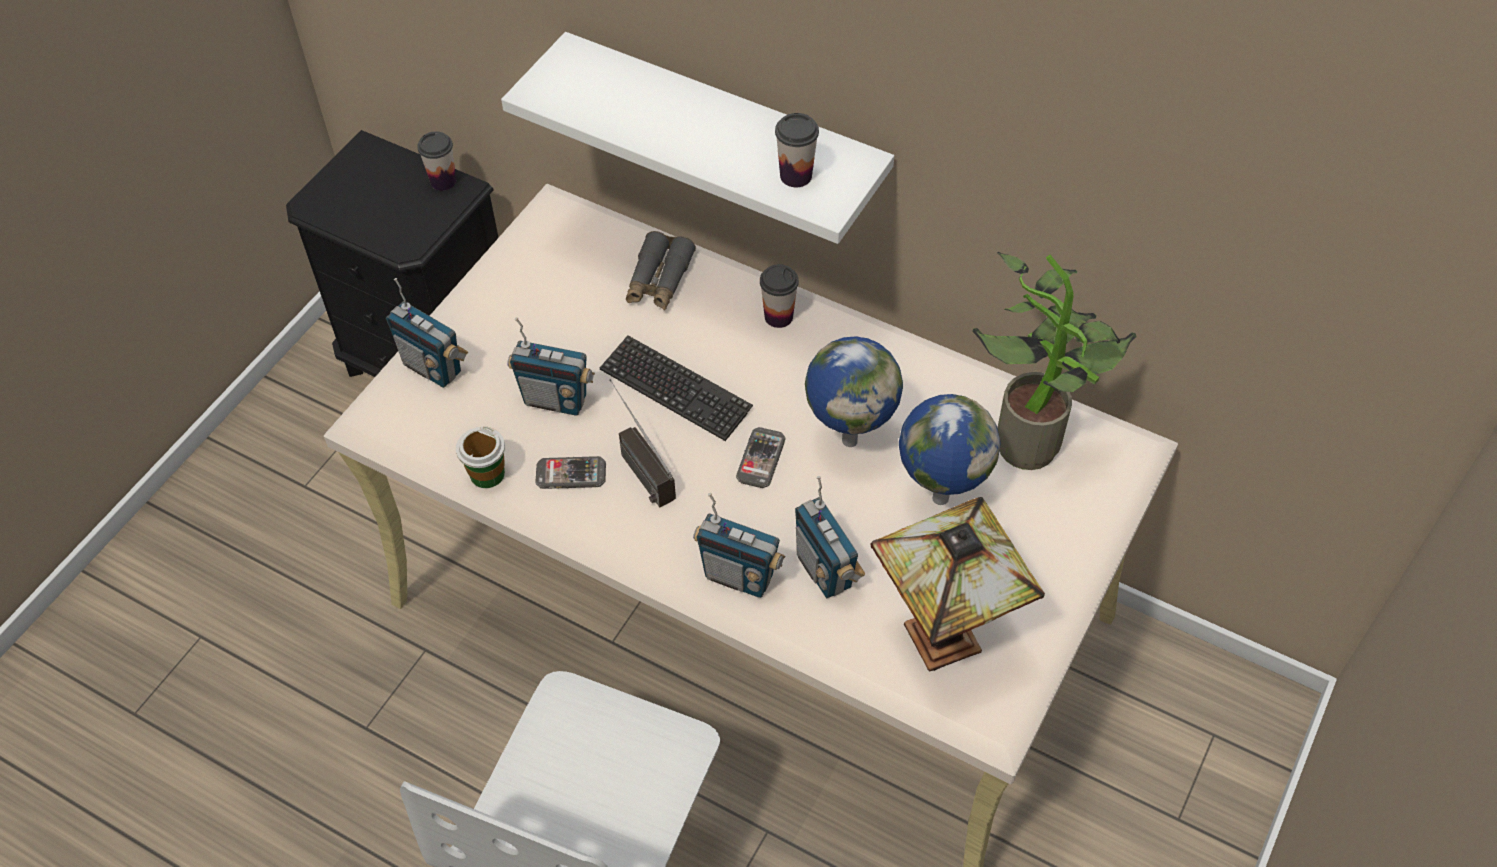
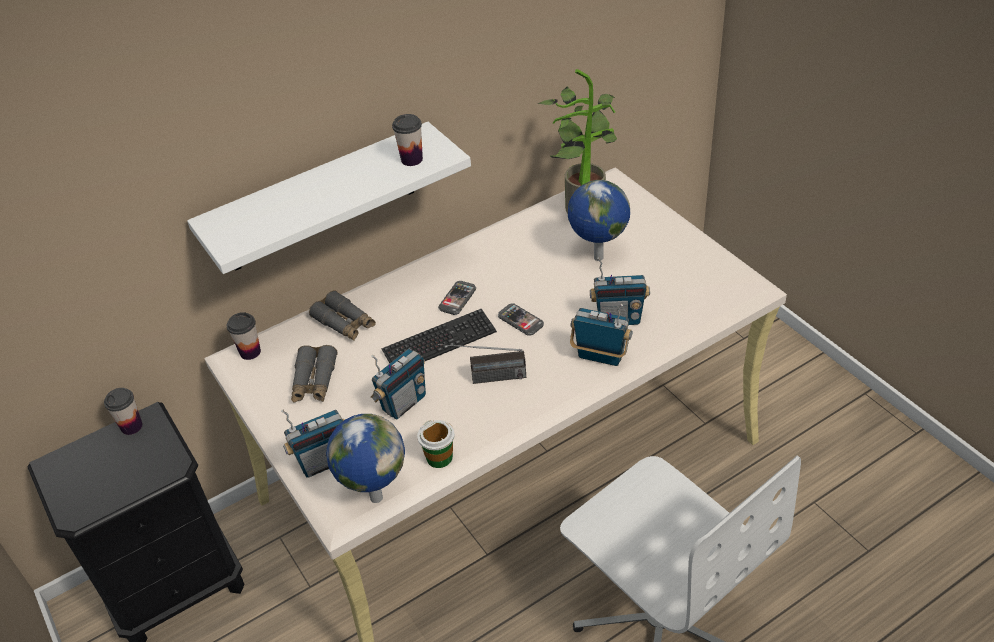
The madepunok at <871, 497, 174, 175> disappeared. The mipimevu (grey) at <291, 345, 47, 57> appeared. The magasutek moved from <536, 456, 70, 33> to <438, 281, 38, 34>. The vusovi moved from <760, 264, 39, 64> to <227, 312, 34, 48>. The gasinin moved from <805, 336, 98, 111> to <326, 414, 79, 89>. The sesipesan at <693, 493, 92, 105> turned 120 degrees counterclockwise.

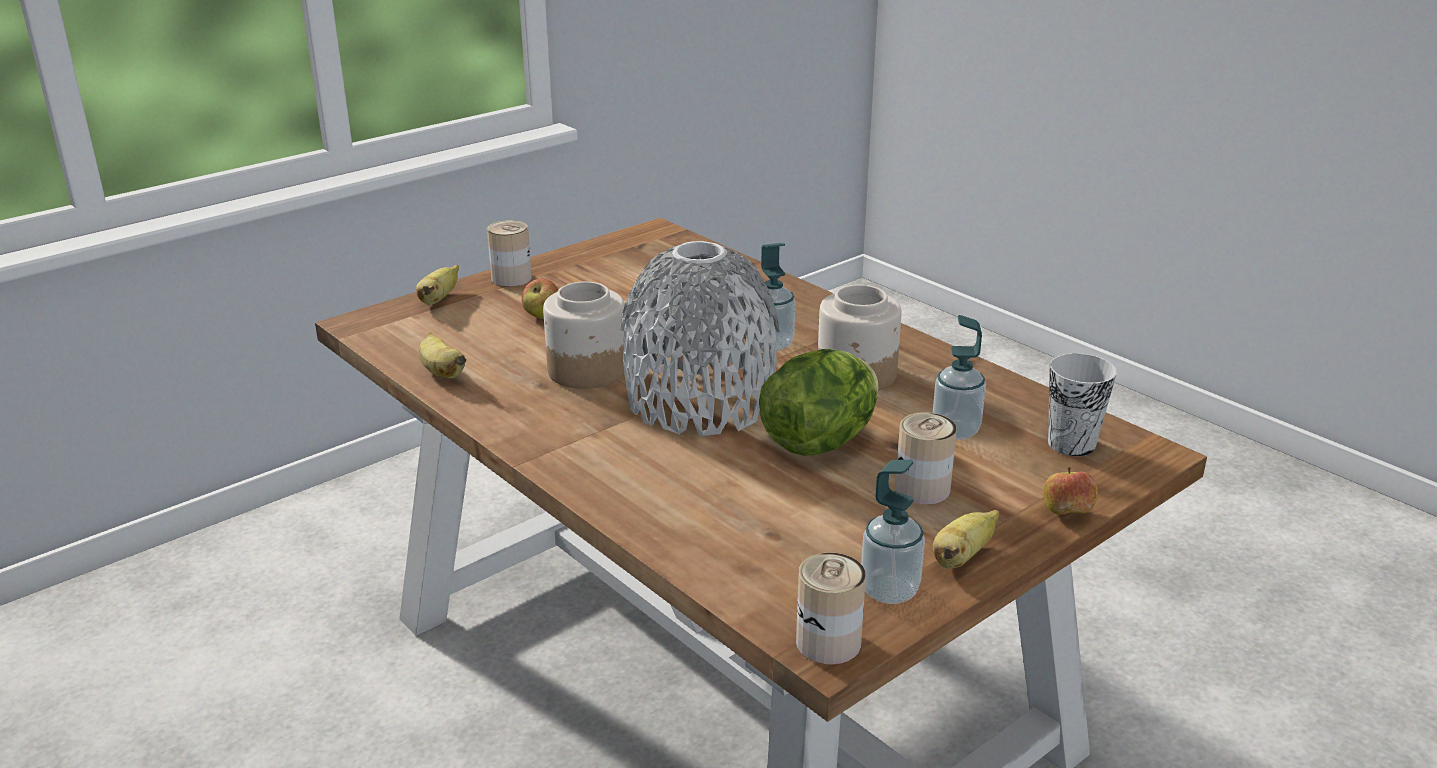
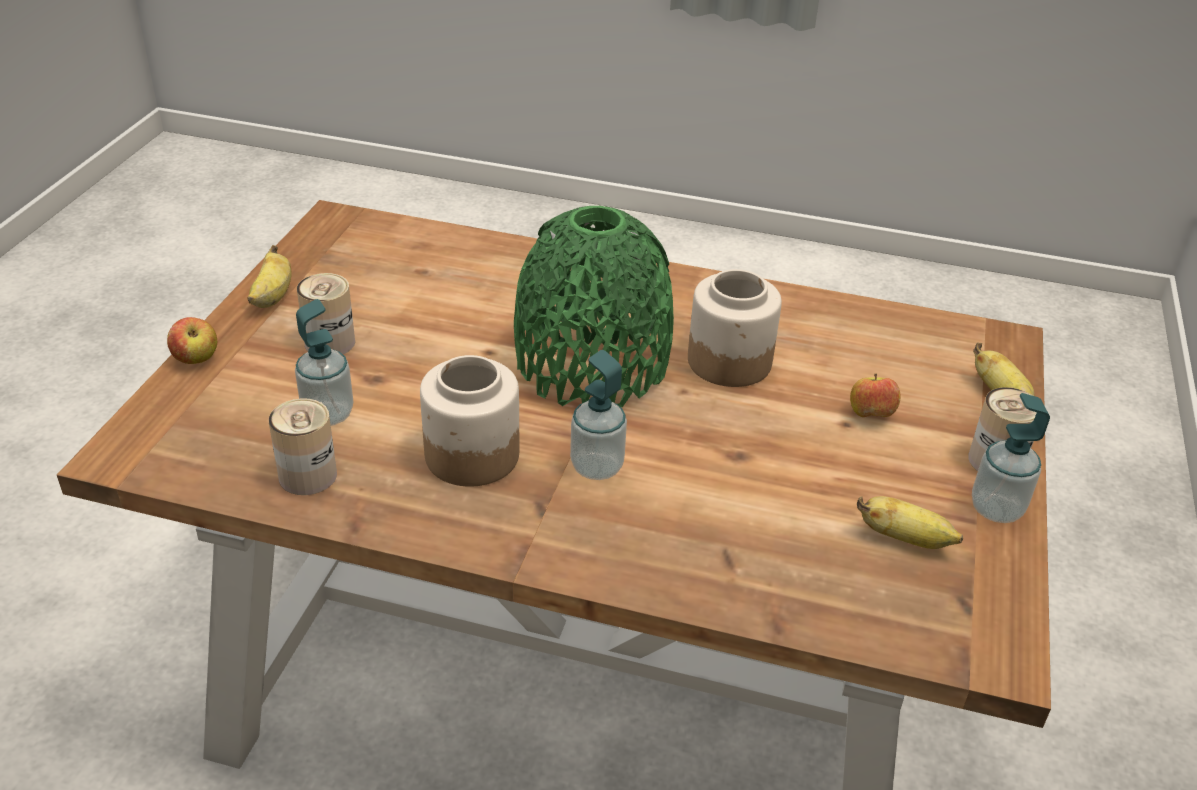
The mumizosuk at <759, 349, 120, 107> disappeared. The vusovi at <1048, 353, 69, 103> disappeared. The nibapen moved from <419, 333, 48, 46> to <857, 496, 106, 53>. The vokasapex moved from <796, 553, 70, 111> to <269, 398, 68, 97>. The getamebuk moved from <861, 460, 64, 144> to <972, 393, 78, 130>. The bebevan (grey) at <620, 241, 160, 195> became the bebevan (green) at <514, 206, 160, 201>.

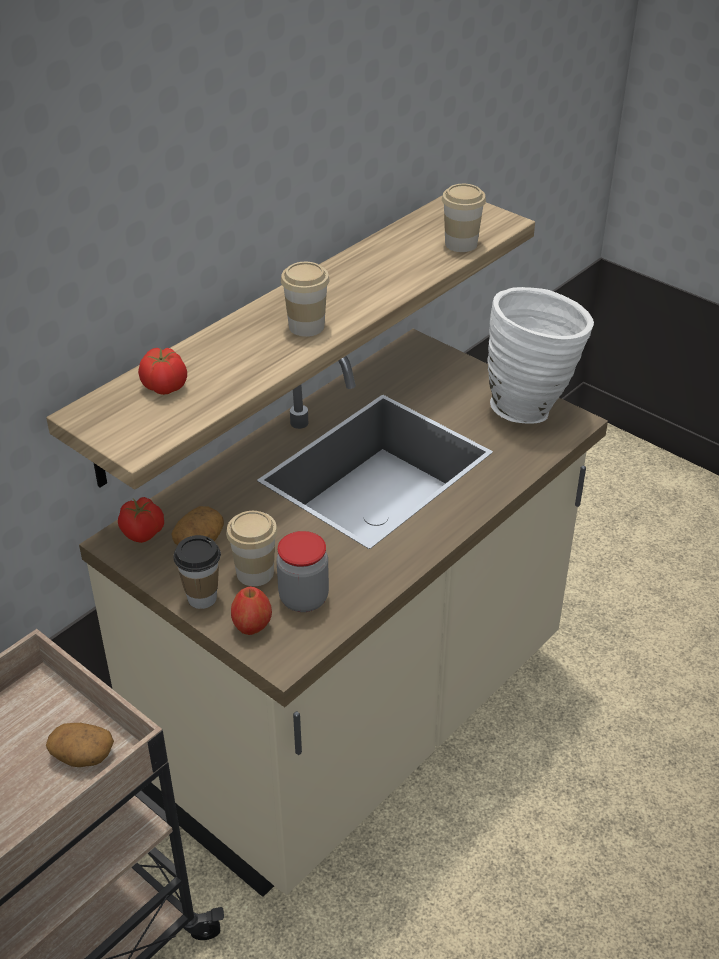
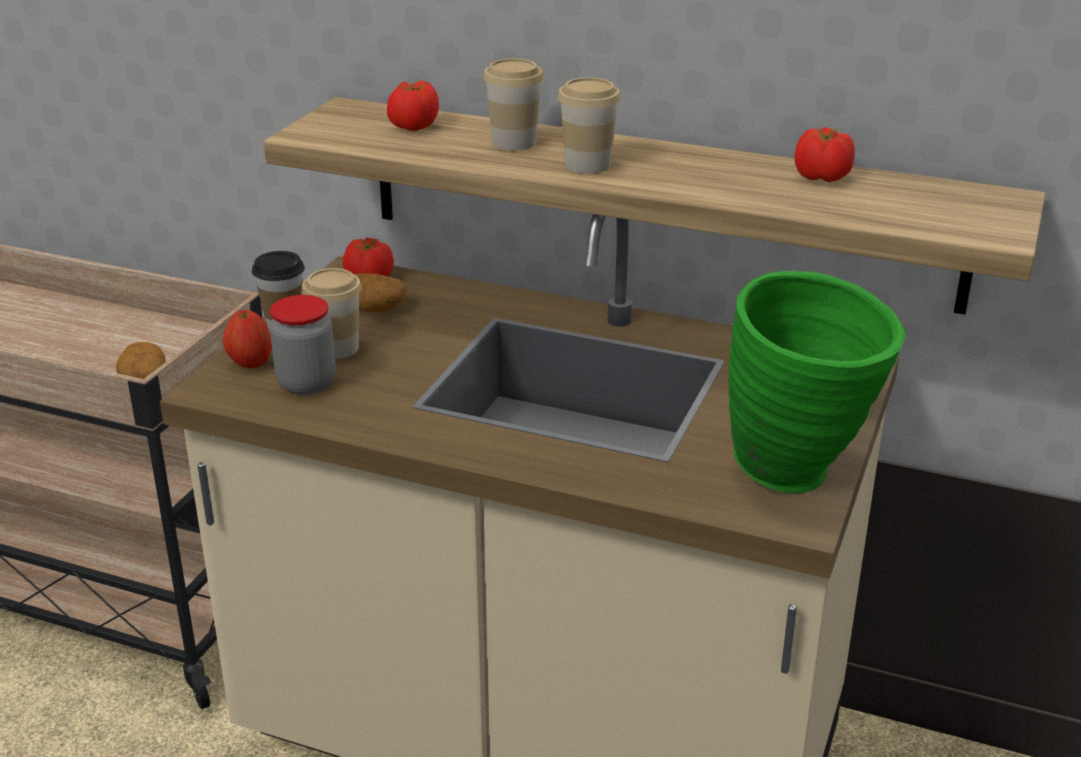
The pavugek at <795, 127, 60, 55> appeared. The vusovi moved from <442, 184, 44, 68> to <483, 58, 61, 93>. The bebevan (white) at <487, 287, 107, 137> became the bebevan (green) at <728, 271, 178, 222>.

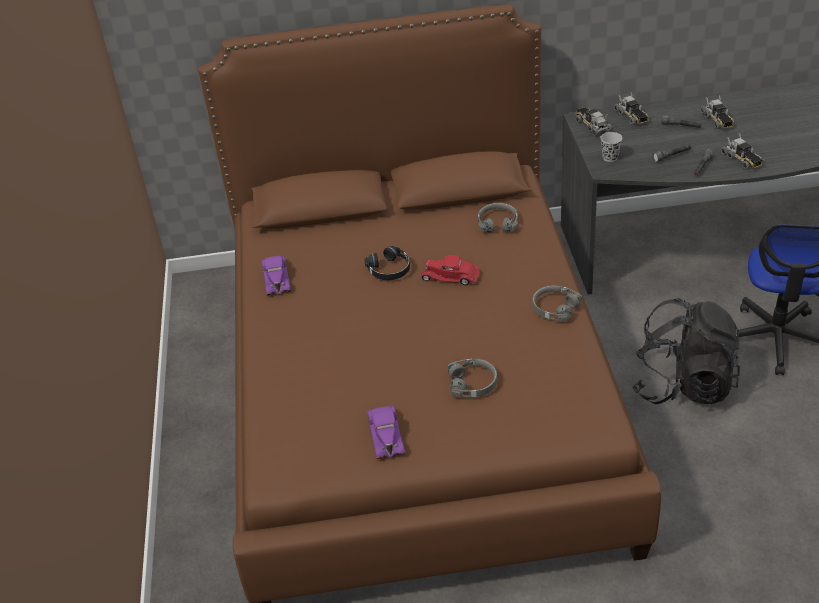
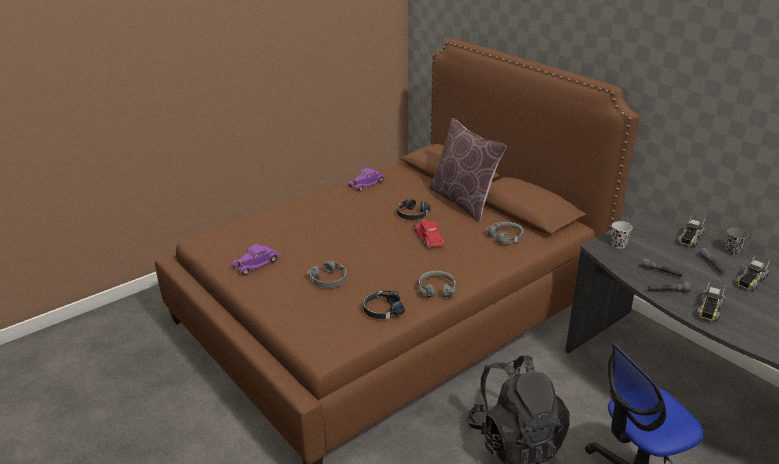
The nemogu at <575, 107, 37, 29> disappeared. The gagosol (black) at <363, 291, 42, 28> appeared. The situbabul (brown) at <429, 118, 78, 104> appeared. The vusovi (grey) at <725, 228, 24, 28> appeared.

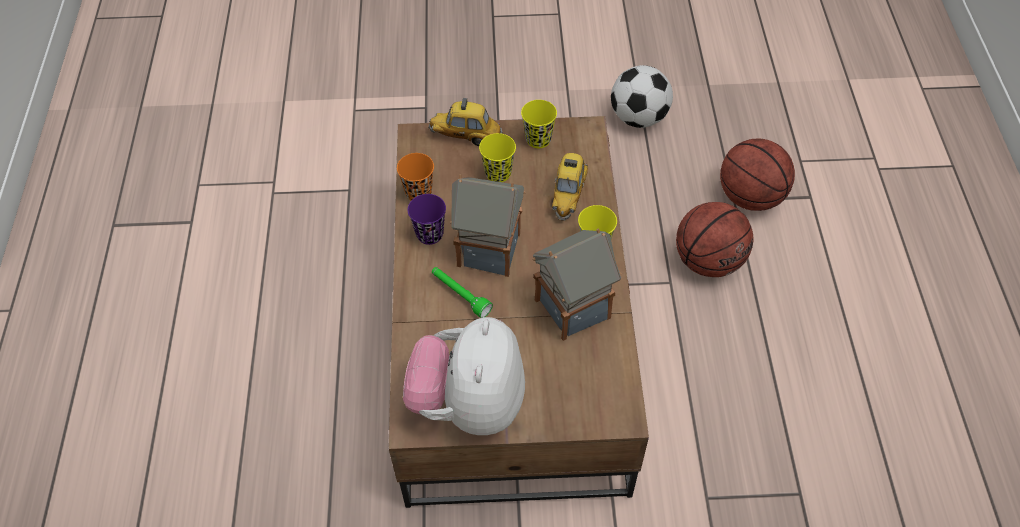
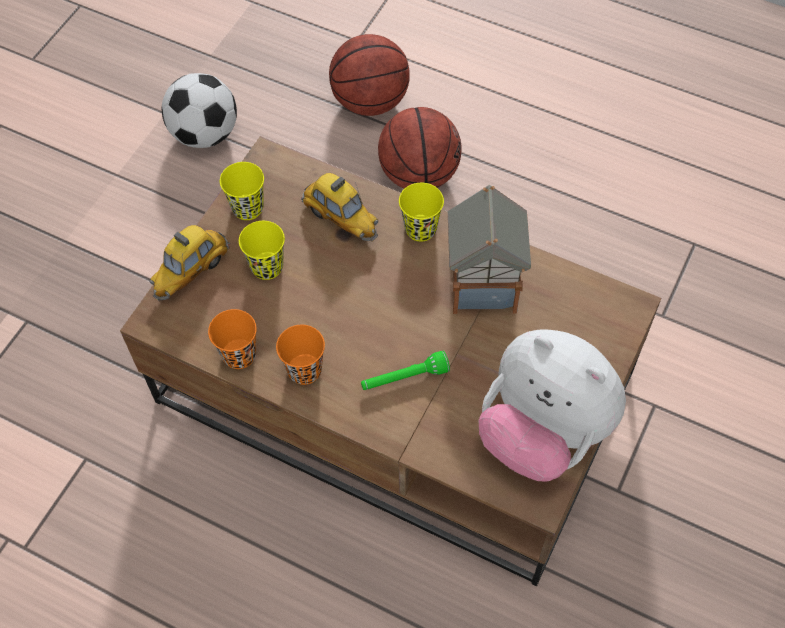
The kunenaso at <450, 174, 76, 103> disappeared. The vusovi (purple) at <407, 194, 39, 51> became the vusovi (orange) at <276, 325, 49, 60>.

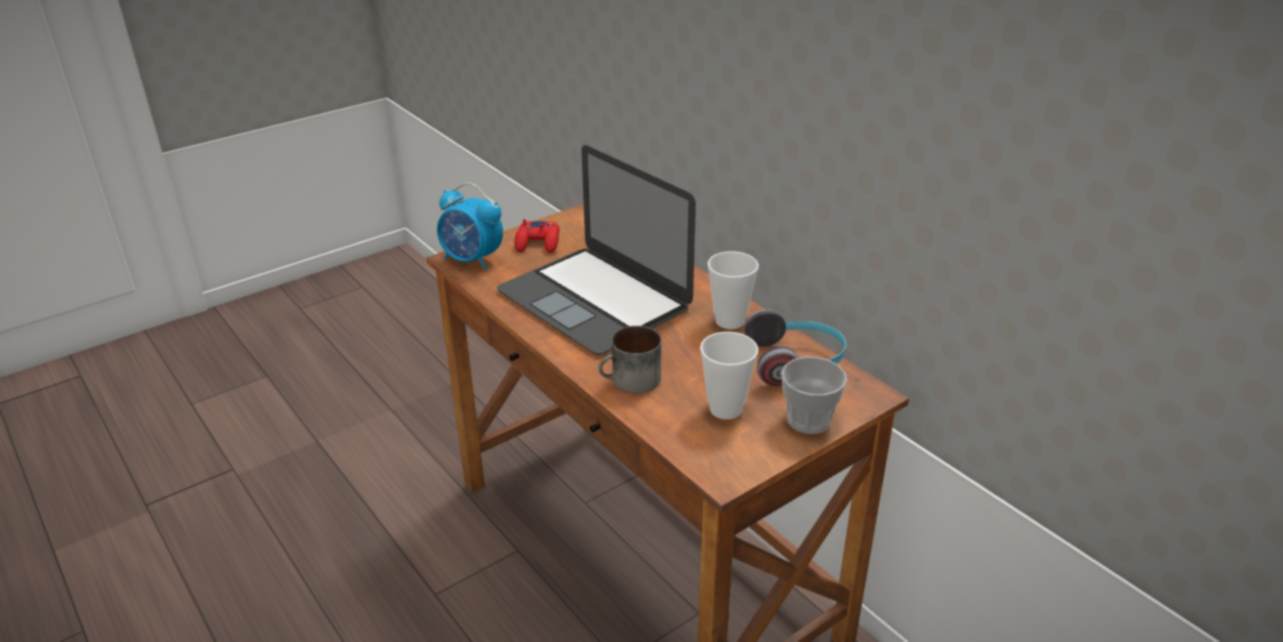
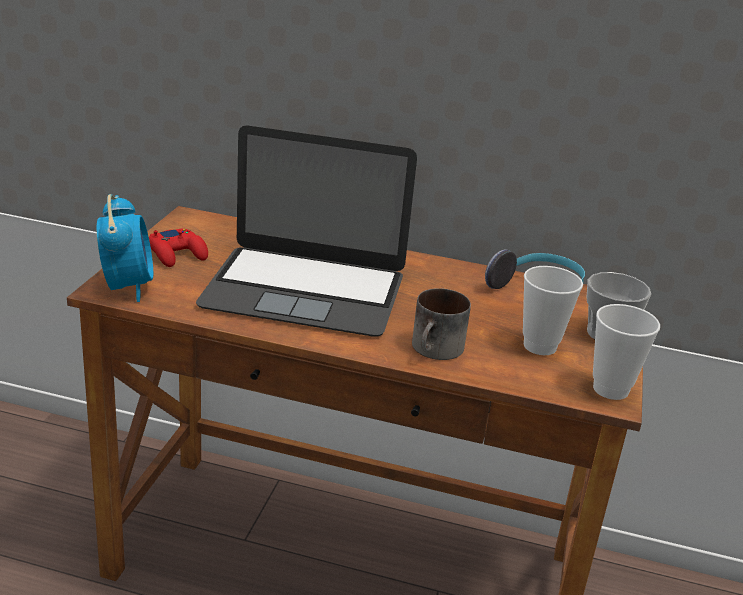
The vusovi moved from <707, 251, 52, 78> to <593, 304, 67, 96>. The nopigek at <437, 183, 66, 87> turned 90 degrees counterclockwise.

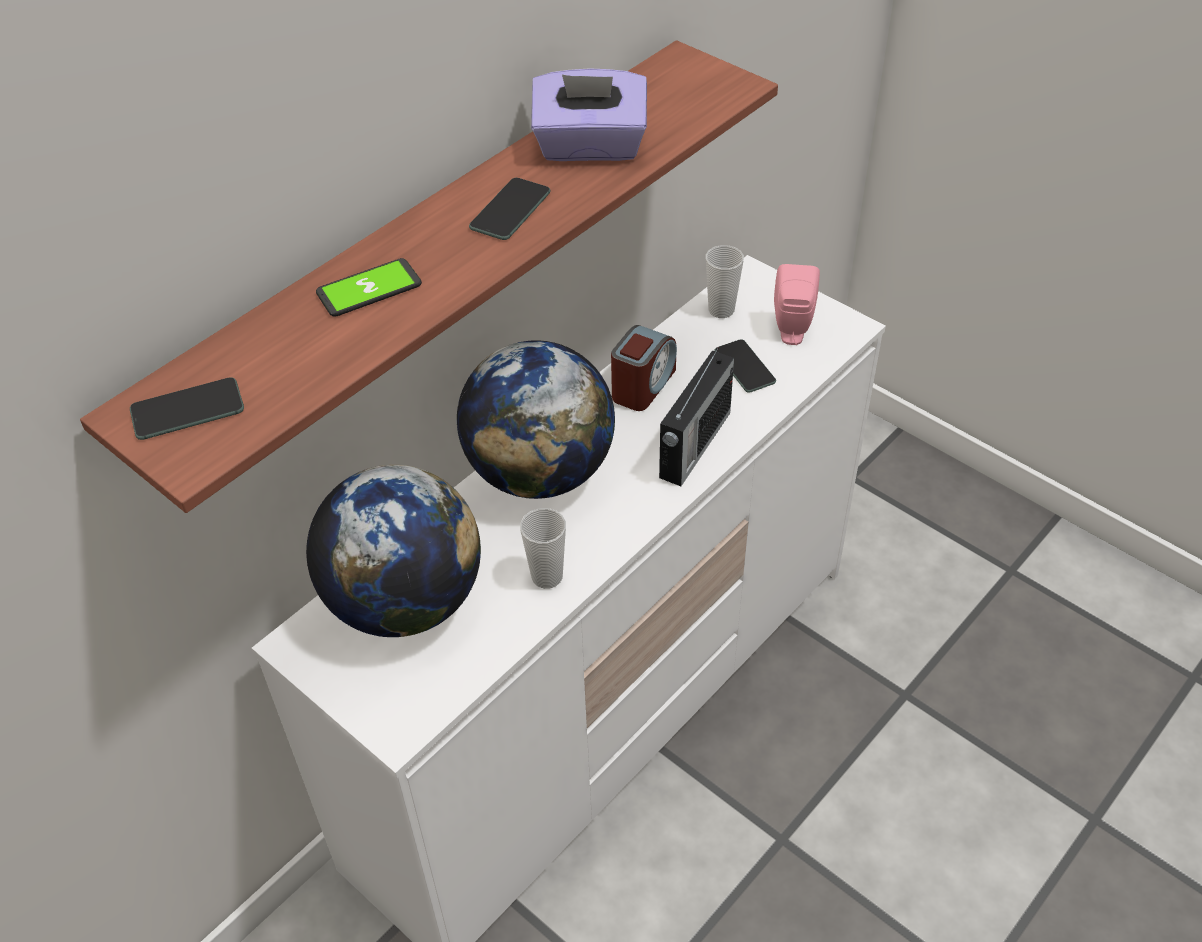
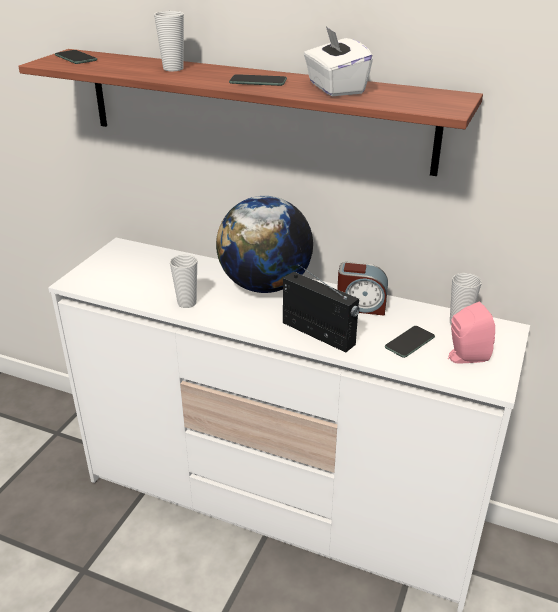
The gasinin at <306, 465, 175, 172> disappeared. The magasutek at <316, 258, 106, 59> was replaced by the vusovi at <154, 11, 30, 60>. The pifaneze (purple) at <531, 68, 116, 93> became the pifaneze (white) at <304, 26, 69, 70>. The sesipesan at <659, 347, 75, 139> turned 150 degrees counterclockwise.

